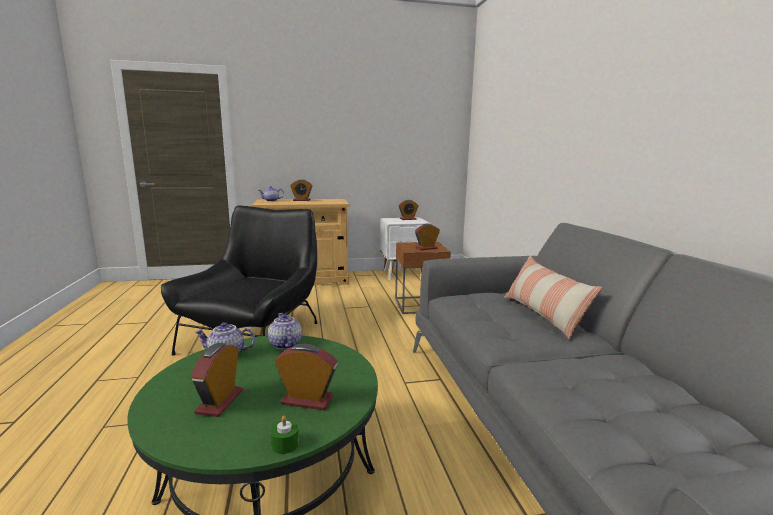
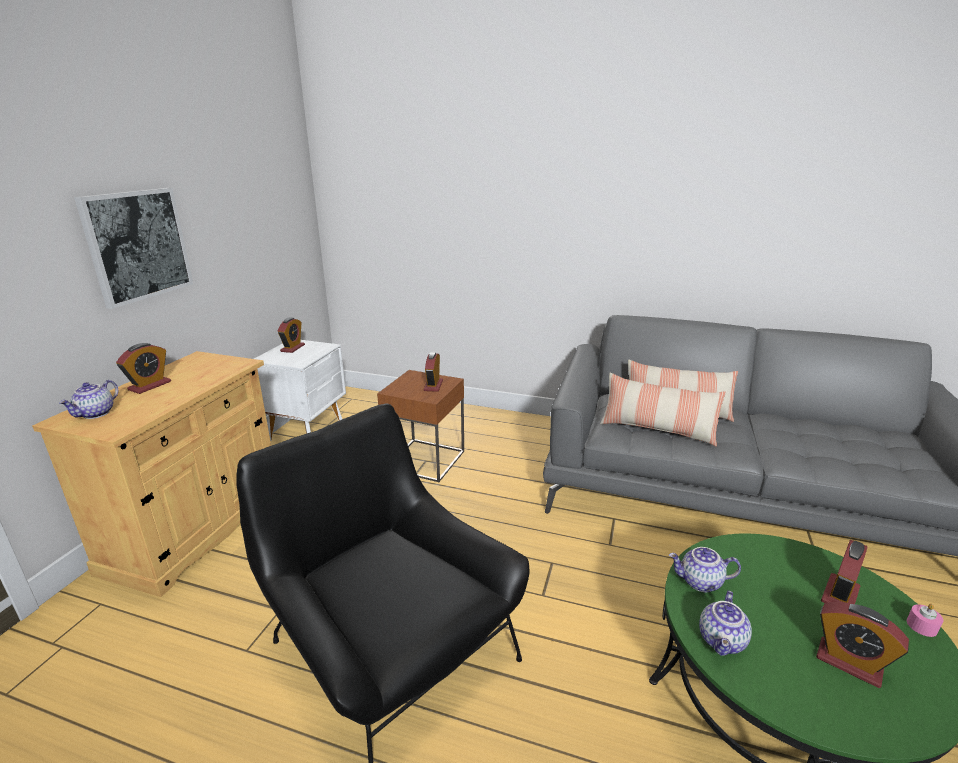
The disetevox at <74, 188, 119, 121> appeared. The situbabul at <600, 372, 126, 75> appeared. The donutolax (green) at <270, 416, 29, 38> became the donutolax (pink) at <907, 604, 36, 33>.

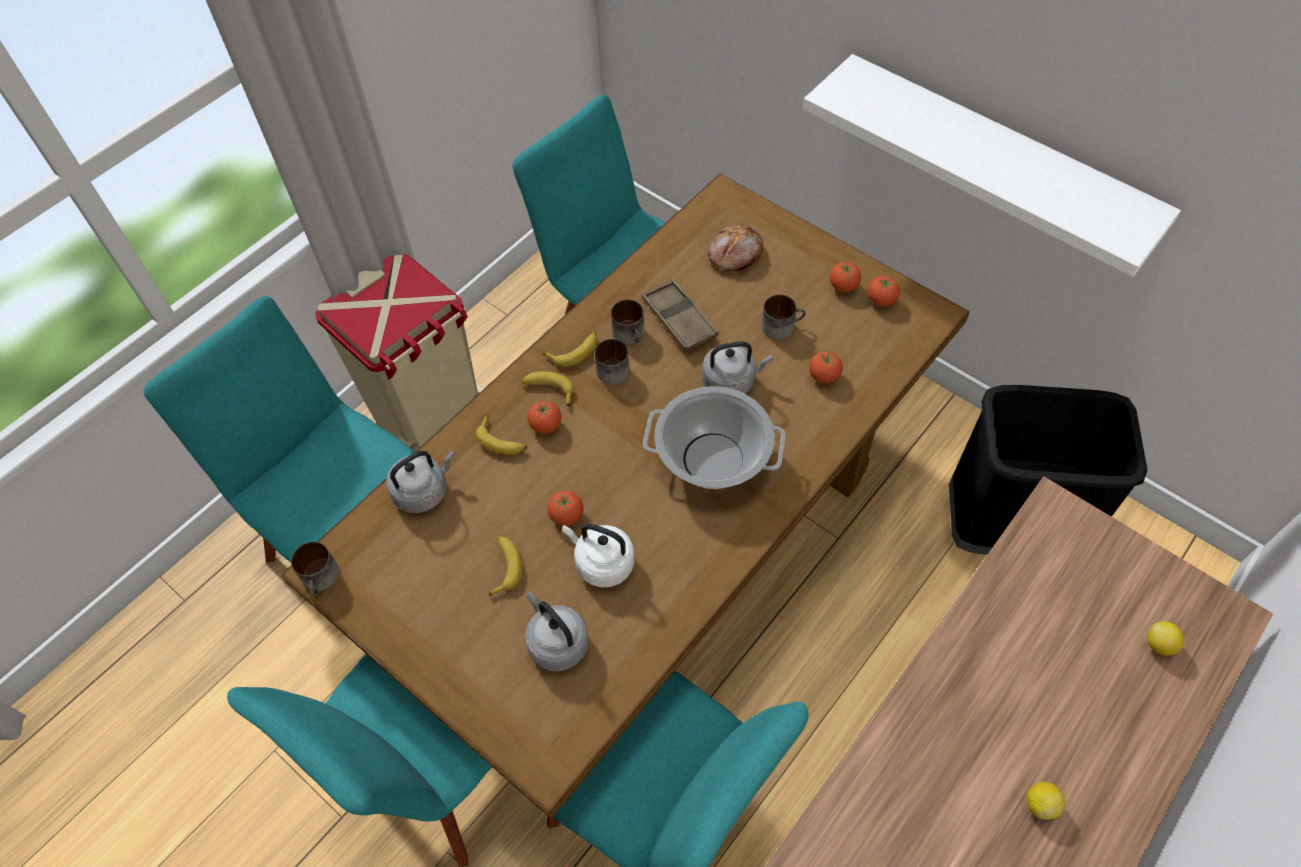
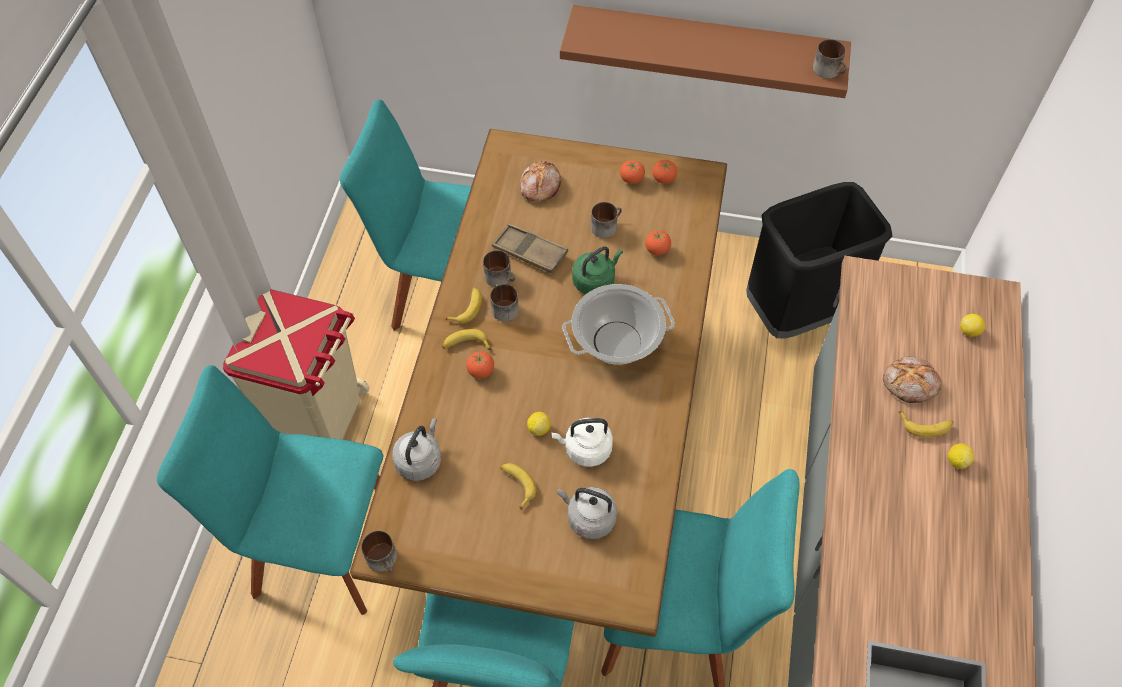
The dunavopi at <813, 39, 34, 40> appeared. The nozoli at <883, 357, 59, 46> appeared. The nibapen moved from <476, 415, 51, 40> to <899, 411, 55, 27>. The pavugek at <548, 491, 35, 35> was replaced by the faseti at <527, 412, 24, 24>. The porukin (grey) at <702, 341, 71, 53> became the porukin (green) at <572, 246, 51, 48>. The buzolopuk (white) at <803, 54, 378, 223> became the buzolopuk (brown) at <560, 5, 291, 93>.

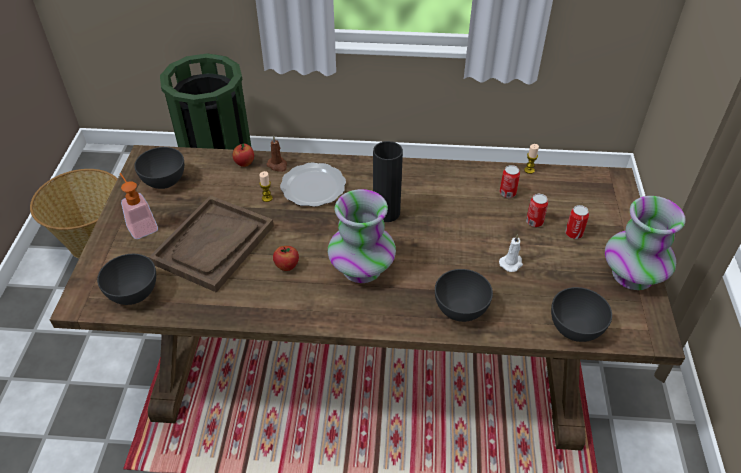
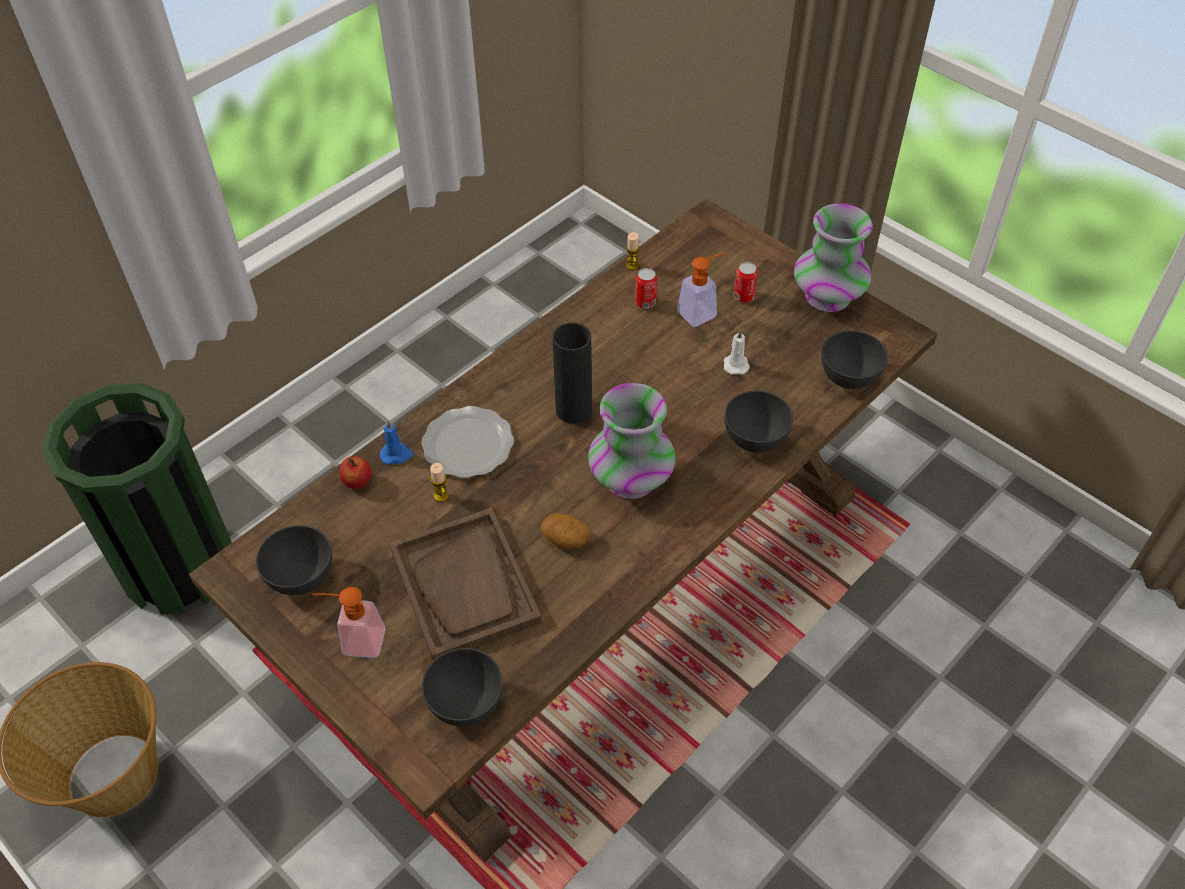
The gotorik at <273, 246, 26, 25> was replaced by the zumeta at <541, 513, 50, 36>. The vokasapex at <526, 194, 22, 33> was replaced by the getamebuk at <677, 252, 49, 75>. The donutolax (brown) at <267, 136, 20, 36> became the donutolax (blue) at <380, 420, 34, 45>.

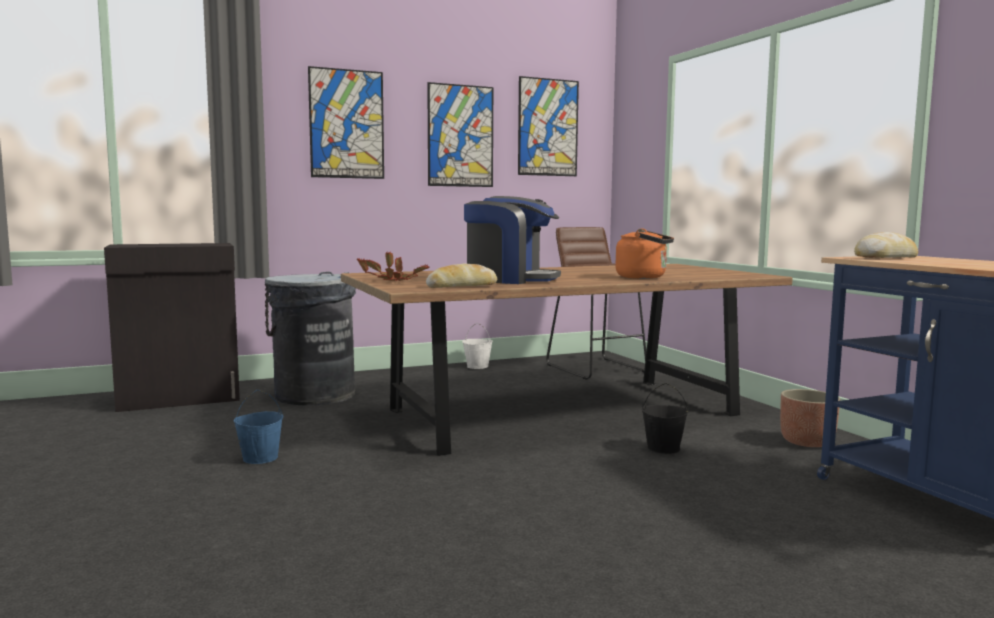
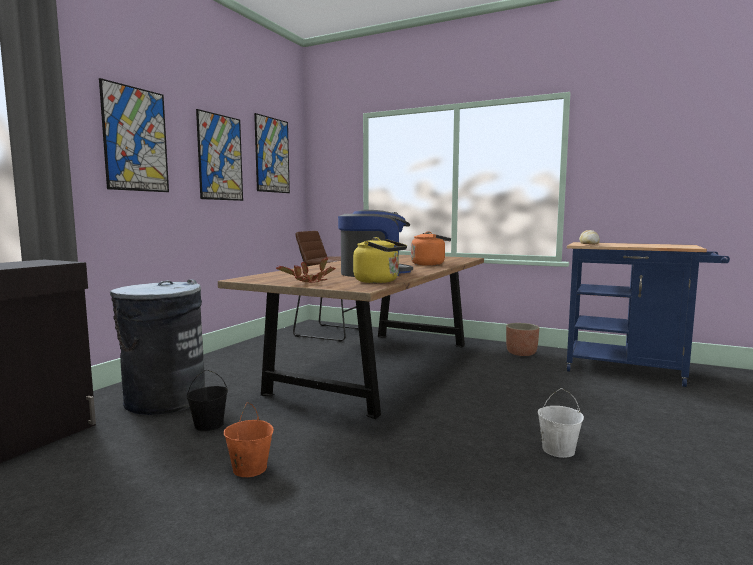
The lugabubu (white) moved from <462, 323, 31, 46> to <538, 388, 46, 70>. The lugabubu (black) moved from <642, 383, 47, 71> to <187, 370, 41, 61>. The nozoli at <426, 263, 71, 25> was replaced by the porukin (yellow) at <353, 237, 54, 46>. The lugabubu (blue) at <234, 390, 49, 74> became the lugabubu (orange) at <224, 402, 50, 75>.

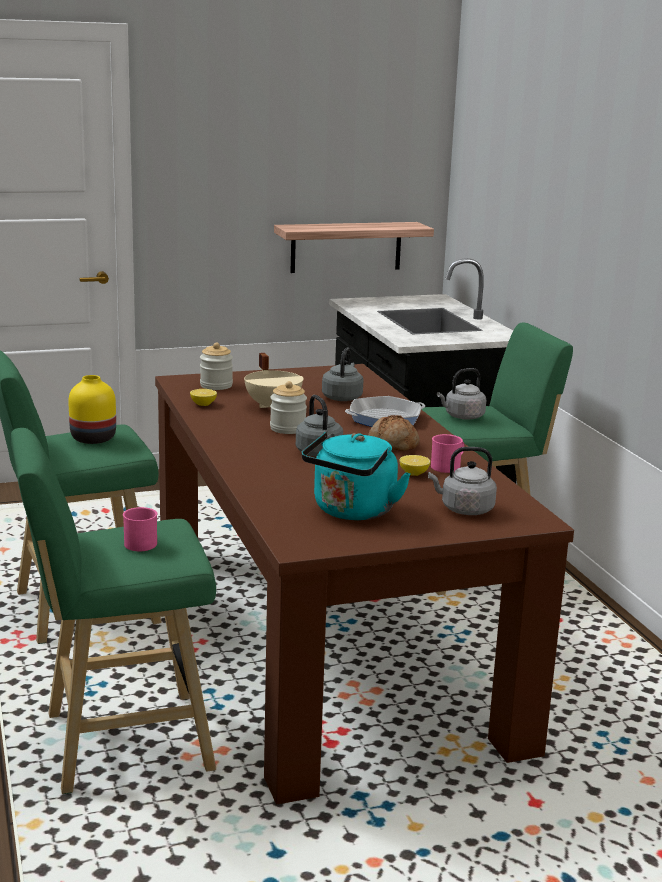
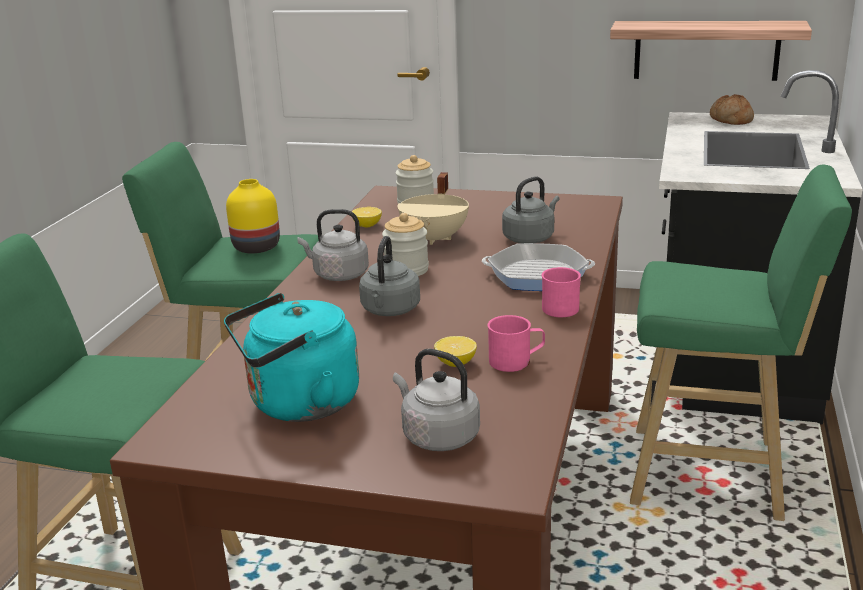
The dunavopi (pink) moved from <123, 507, 34, 44> to <542, 267, 39, 50>. The nozoli moved from <368, 415, 51, 36> to <710, 94, 44, 31>. The porukin (grey) moved from <437, 368, 49, 52> to <297, 209, 72, 72>.

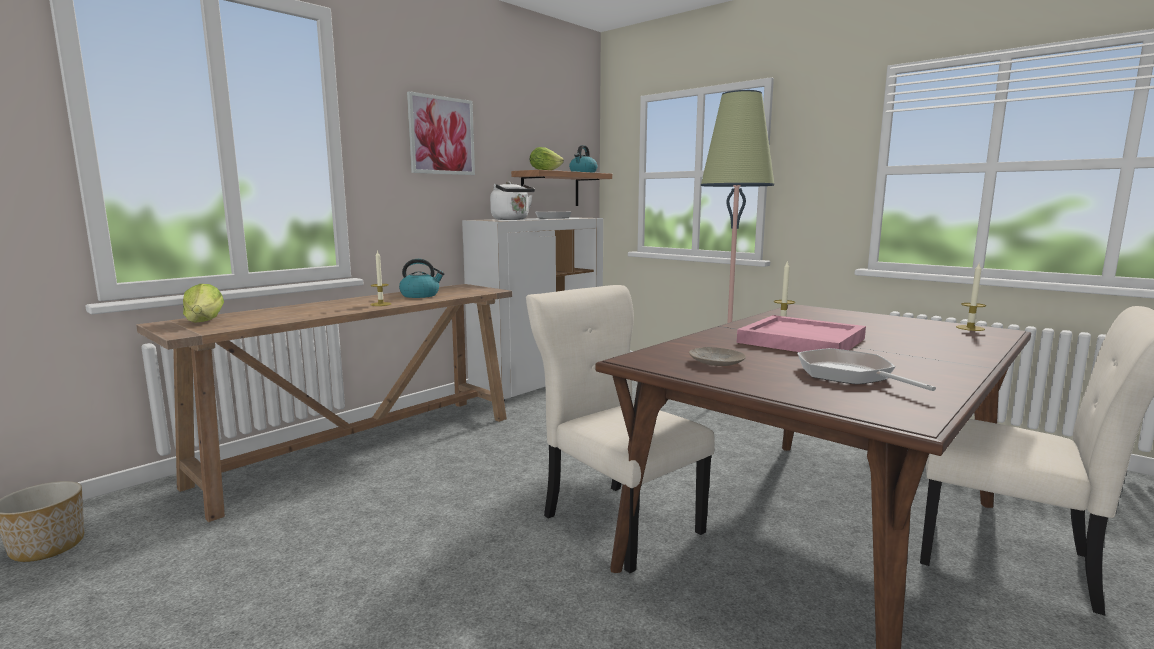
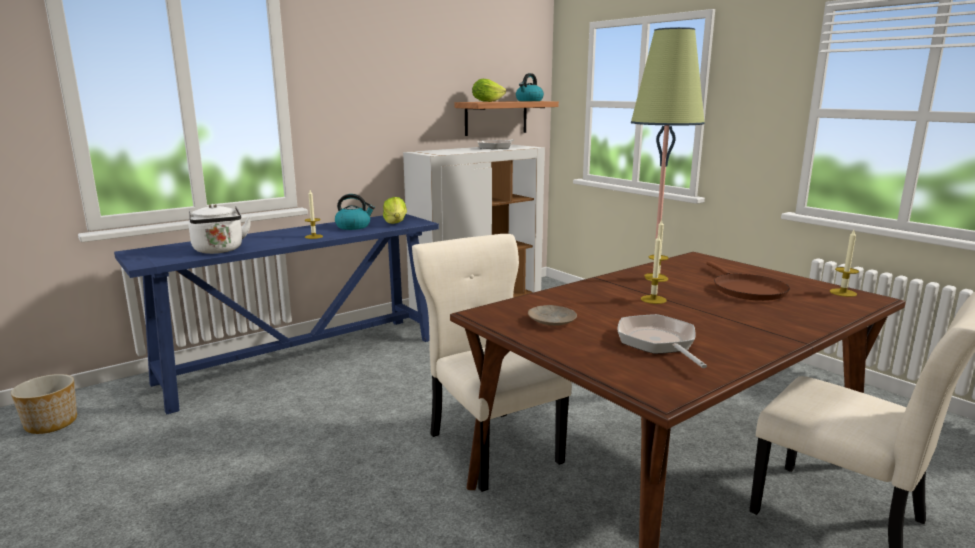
The disetevox at <407, 91, 68, 84> disappeared. The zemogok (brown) at <706, 262, 84, 39> appeared. The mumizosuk moved from <183, 284, 41, 39> to <383, 197, 24, 27>. The porukin (white) moved from <490, 181, 45, 39> to <188, 204, 63, 50>. The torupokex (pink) at <737, 315, 129, 37> was replaced by the donutolax at <641, 235, 25, 69>. The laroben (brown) at <136, 284, 376, 238> became the laroben (blue) at <114, 214, 325, 200>.

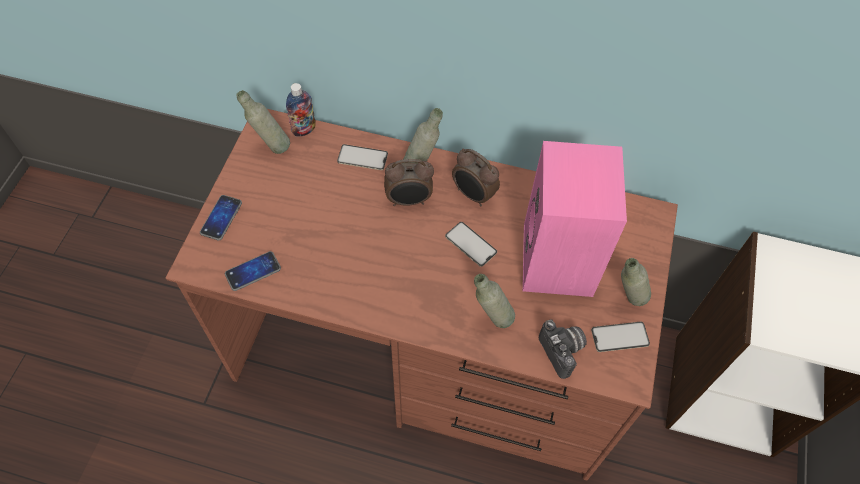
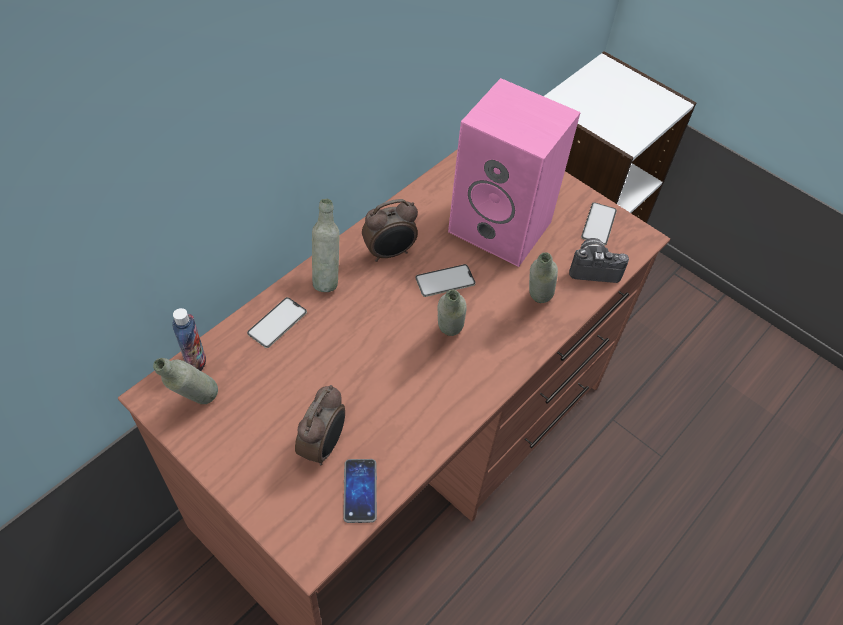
The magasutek at <200, 195, 42, 45> disappeared. The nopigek moved from <384, 159, 50, 47> to <295, 385, 50, 80>. The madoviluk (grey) moved from <621, 258, 30, 48> to <438, 289, 29, 47>.

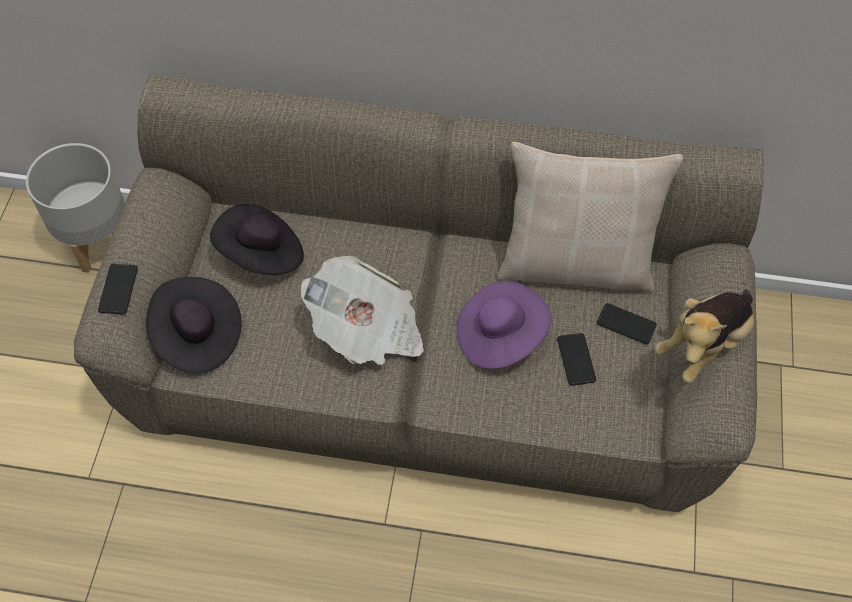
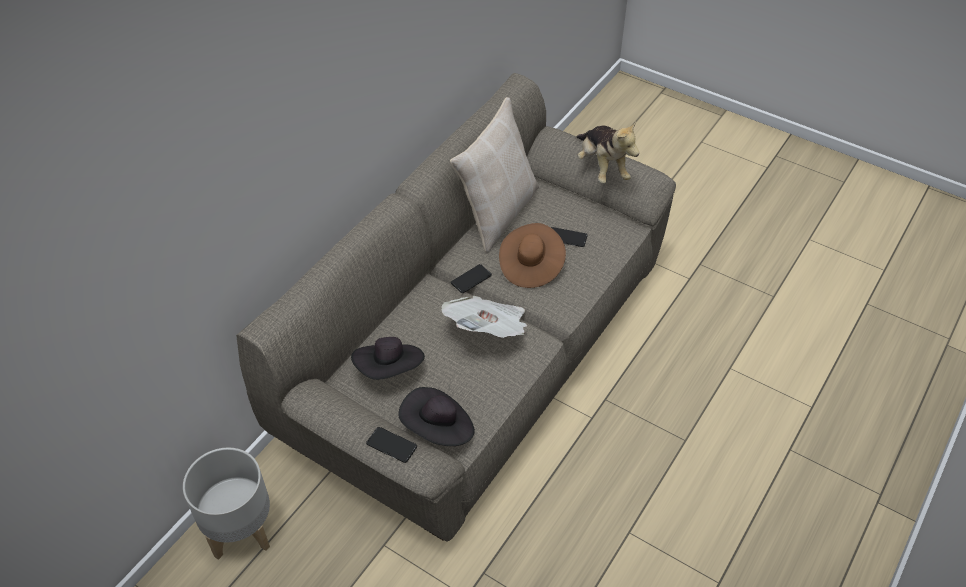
The magasutek moved from <597, 303, 60, 41> to <451, 264, 41, 29>. The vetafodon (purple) at <457, 281, 94, 88> became the vetafodon (brown) at <499, 223, 67, 65>.

